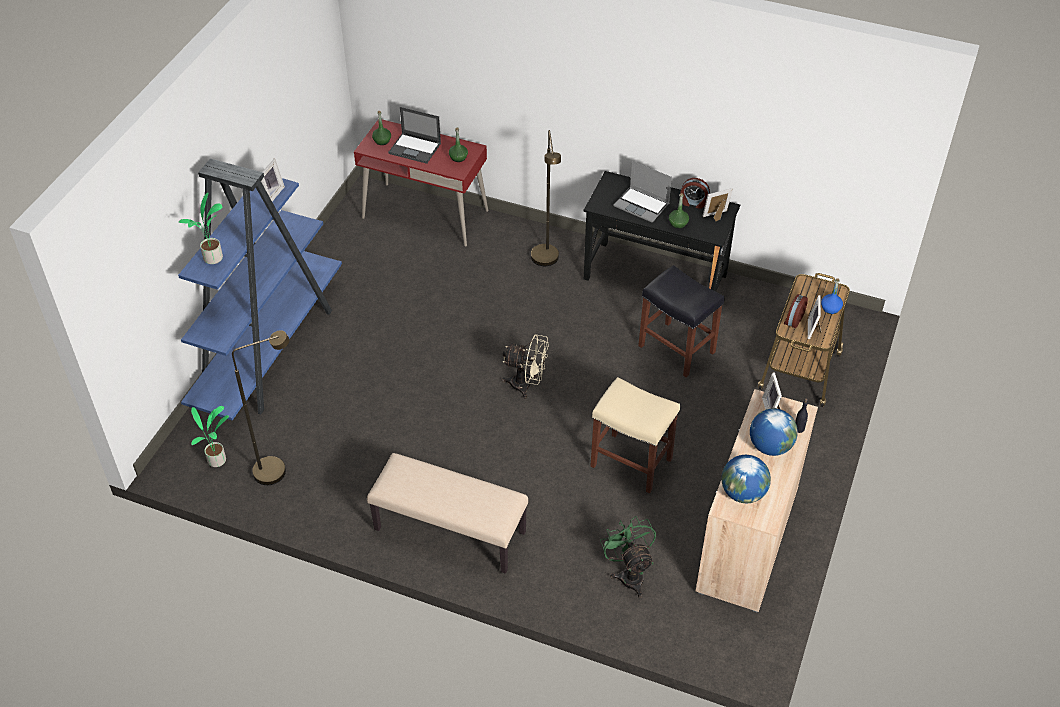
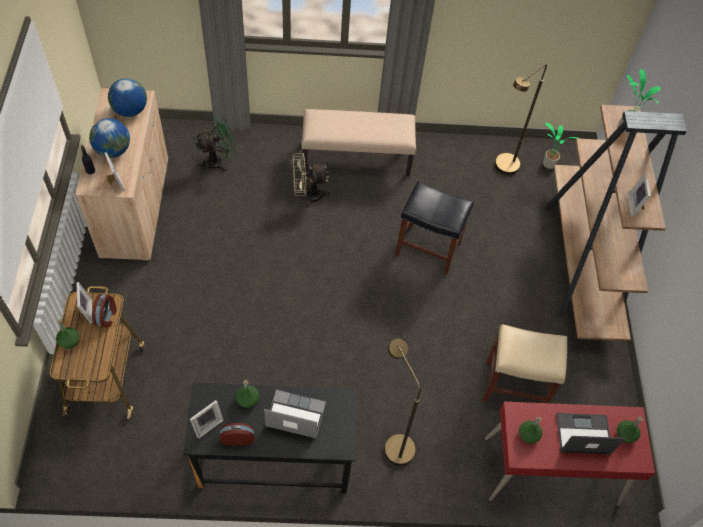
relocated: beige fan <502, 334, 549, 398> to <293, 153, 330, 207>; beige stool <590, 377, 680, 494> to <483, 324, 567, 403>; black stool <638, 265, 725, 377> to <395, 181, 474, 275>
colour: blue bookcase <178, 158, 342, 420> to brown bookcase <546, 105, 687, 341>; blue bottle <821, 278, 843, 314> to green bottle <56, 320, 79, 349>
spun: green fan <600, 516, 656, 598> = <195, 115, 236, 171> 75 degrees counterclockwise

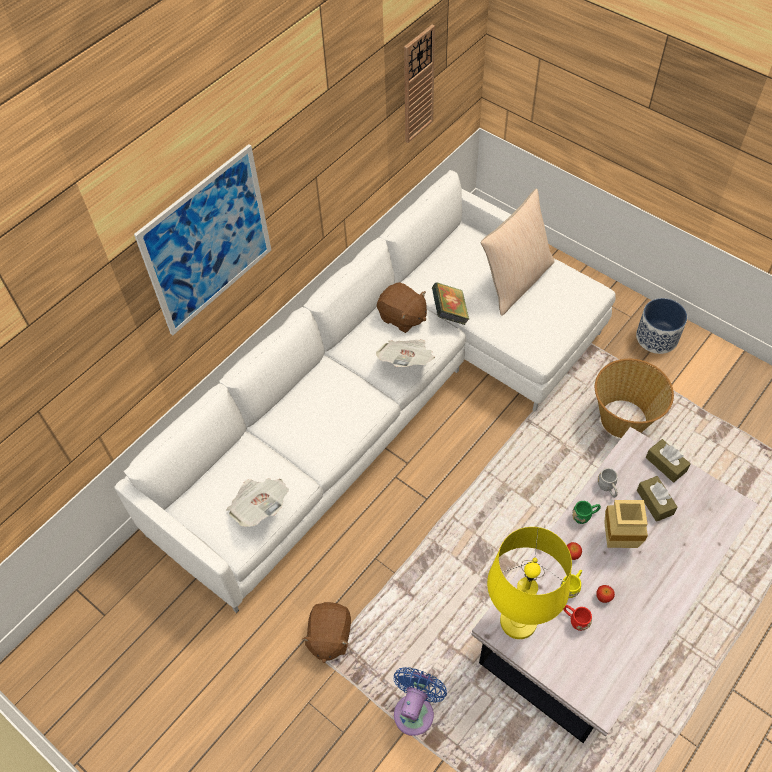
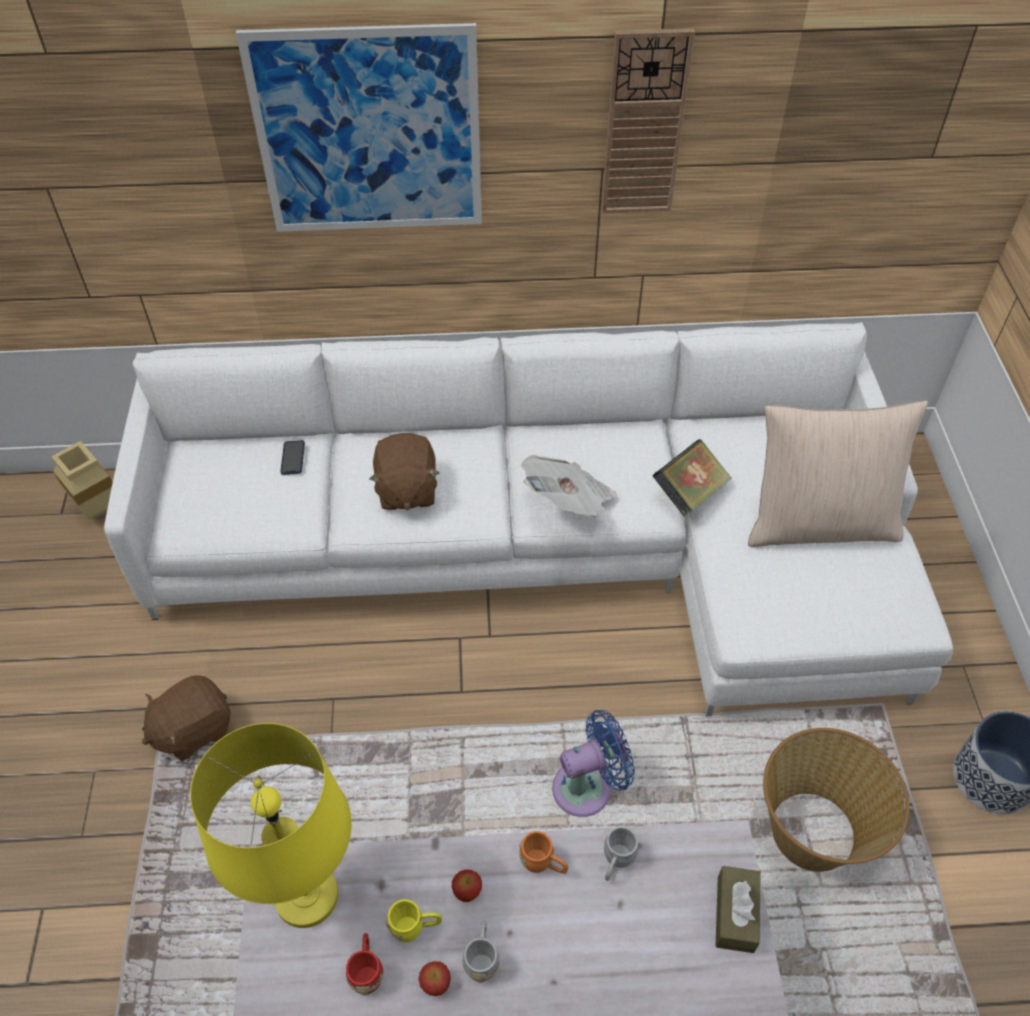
missing: newspaper <226, 478, 289, 527>; brown tissue box <637, 476, 678, 522>
appeared: phone <280, 440, 305, 475>; grey mug <462, 921, 499, 983>
relocated: brown plush toy <377, 282, 427, 333> to <370, 433, 440, 510>; blue fan <394, 667, 447, 736> to <552, 710, 635, 817>; wall clock <404, 24, 435, 143> to <602, 28, 695, 214>; beige vase <604, 500, 648, 548> to <51, 441, 113, 519>
colour: green mug <572, 501, 601, 524> to orange mug <519, 831, 568, 874>

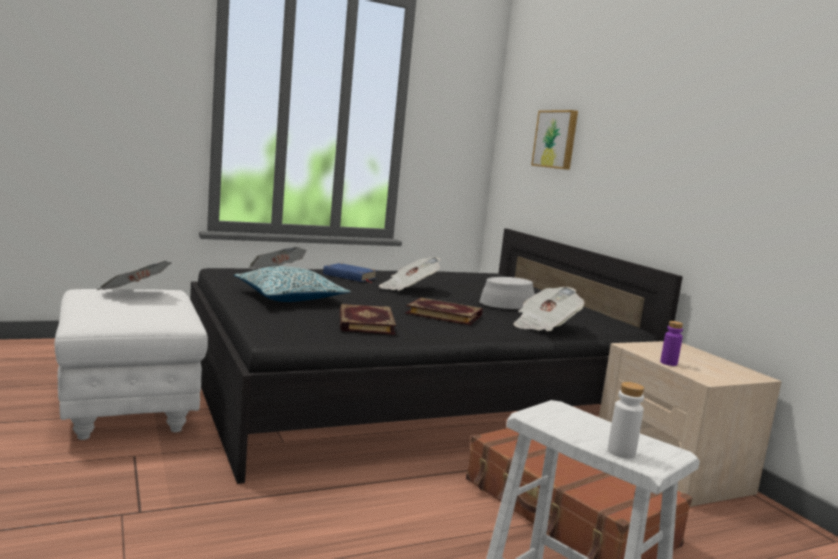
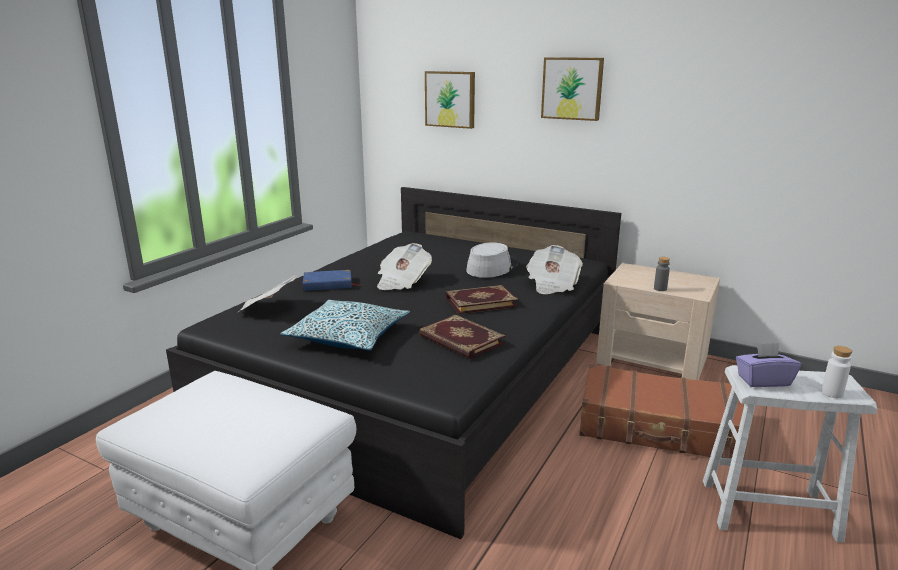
missing: newspaper <97, 261, 172, 290>
appeared: picture <541, 57, 604, 121>; purple tissue box <736, 343, 801, 387>
colour: purple bottle <660, 321, 683, 366> to grey bottle <654, 257, 670, 291>

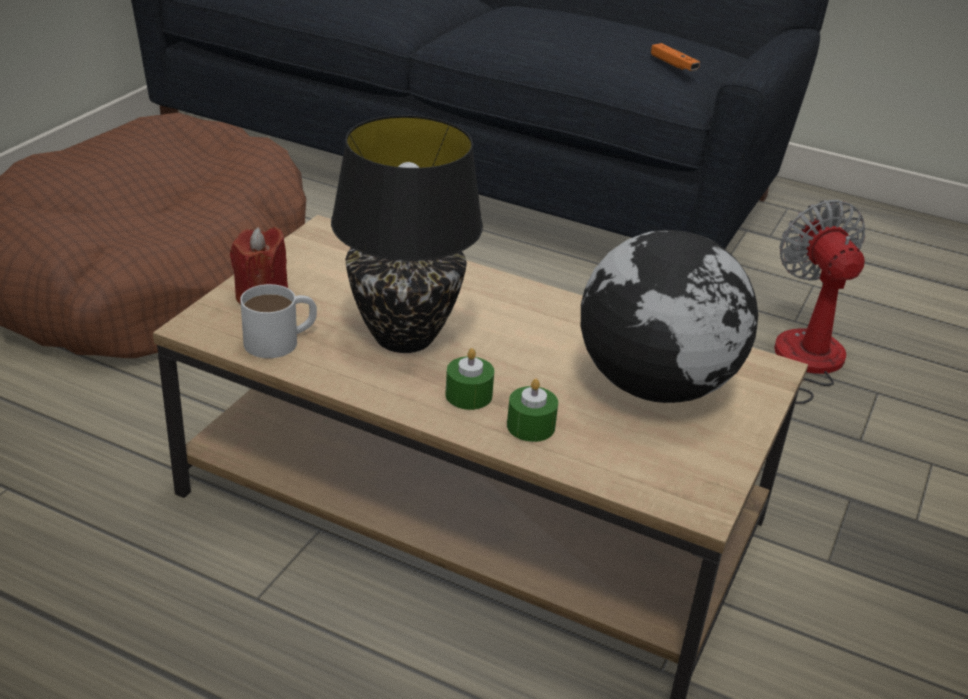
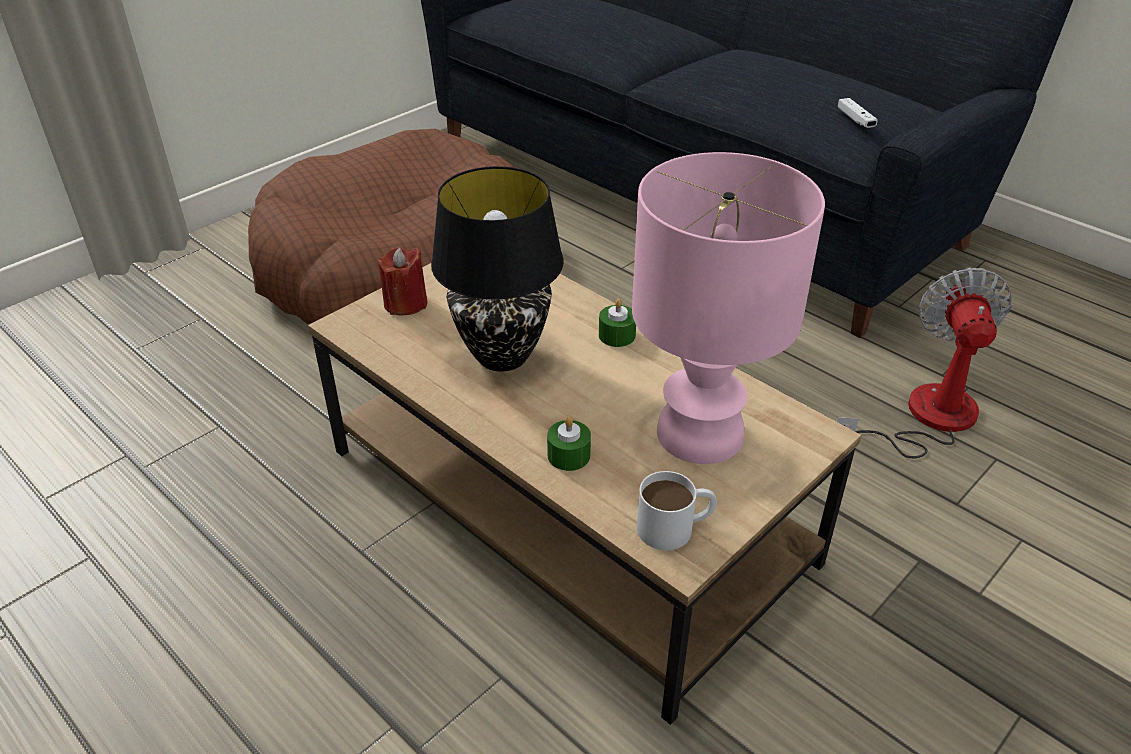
relocated: white mug <240, 284, 317, 358> to <637, 471, 717, 550>; green candle <445, 348, 494, 410> to <599, 299, 636, 347>
exchanged: globe <581, 230, 758, 403> to pink table lamp <632, 152, 825, 464>
colour: orange game controller <651, 43, 700, 71> to white game controller <838, 98, 878, 128>

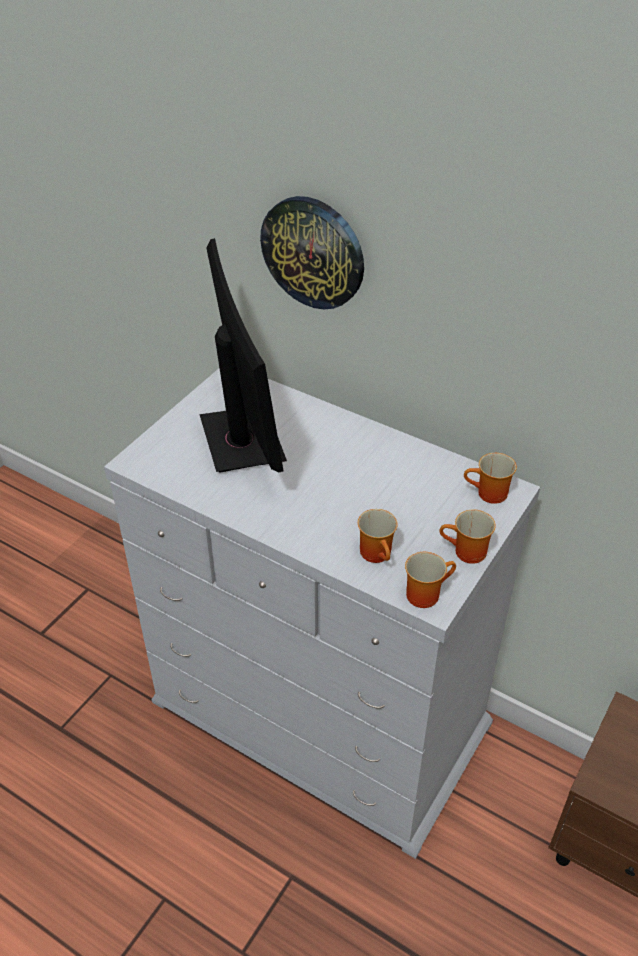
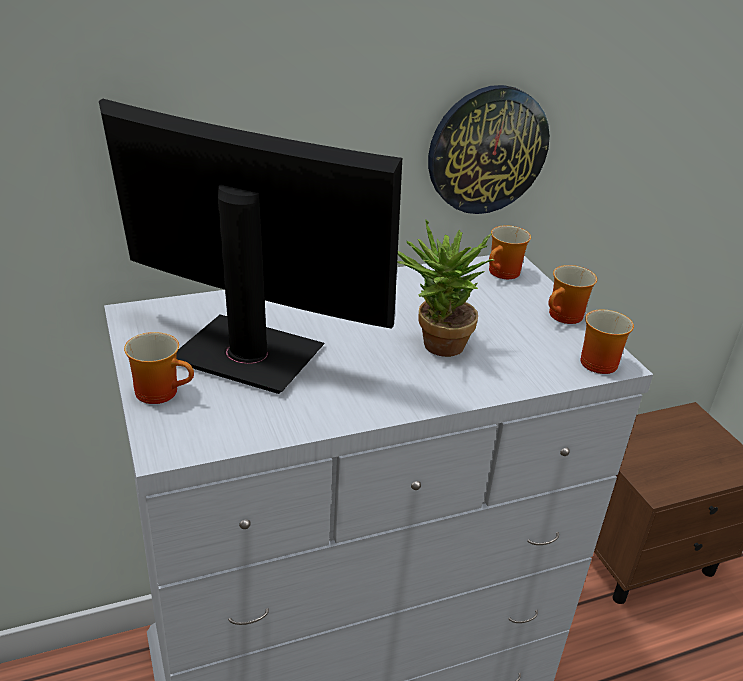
appeared: potted plant <397, 219, 494, 357>
relocated: wall clock <260, 196, 364, 309> to <428, 85, 550, 214>; mug <358, 509, 398, 563> to <124, 332, 194, 404>

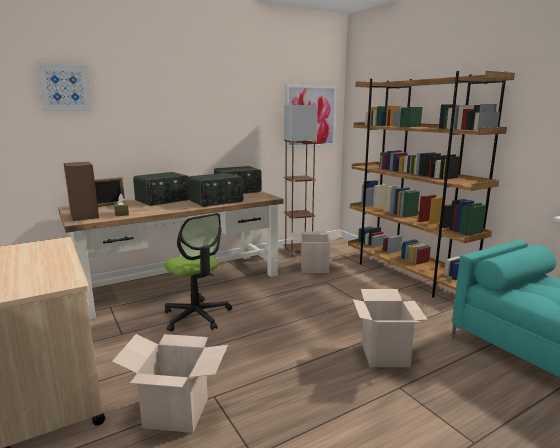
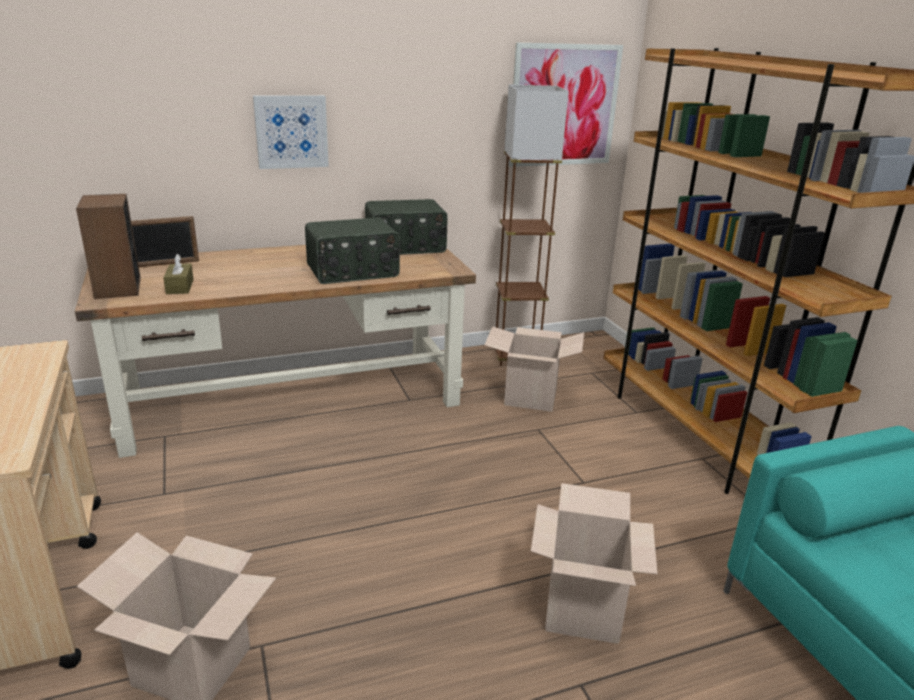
missing: radio <133, 172, 189, 206>; office chair <164, 213, 232, 332>
relocated: picture <36, 63, 92, 111> to <253, 95, 329, 169>

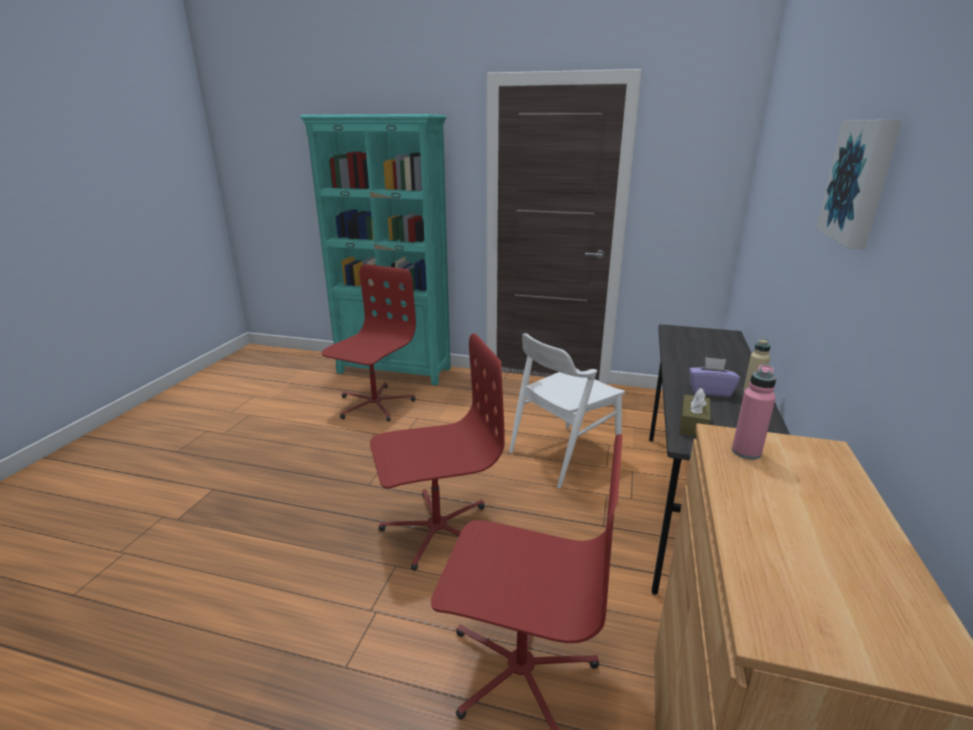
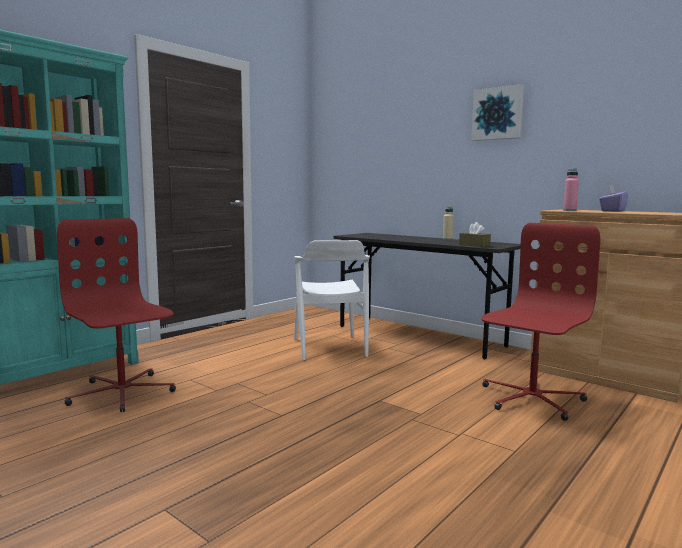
missing: red office chair <370, 333, 505, 571>
relocated: purple tissue box <689, 357, 740, 397> to <599, 186, 628, 212>

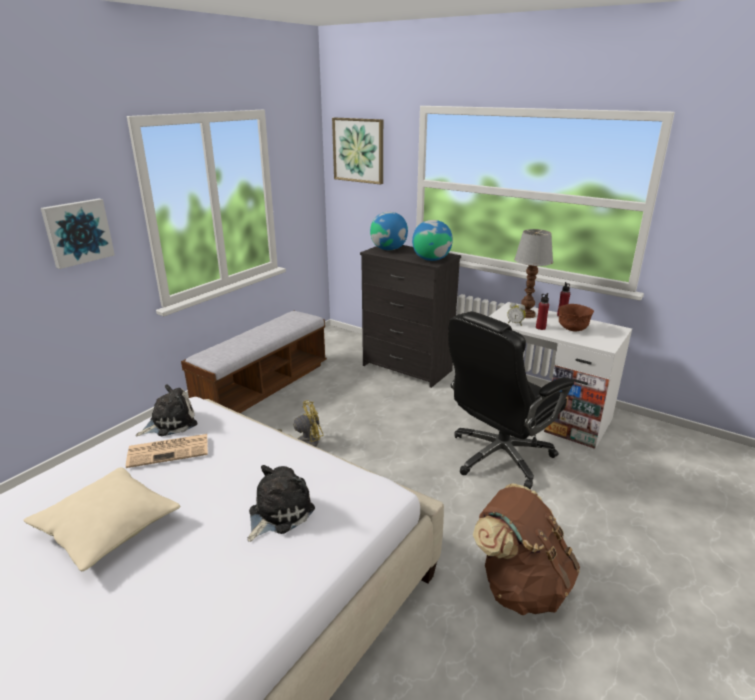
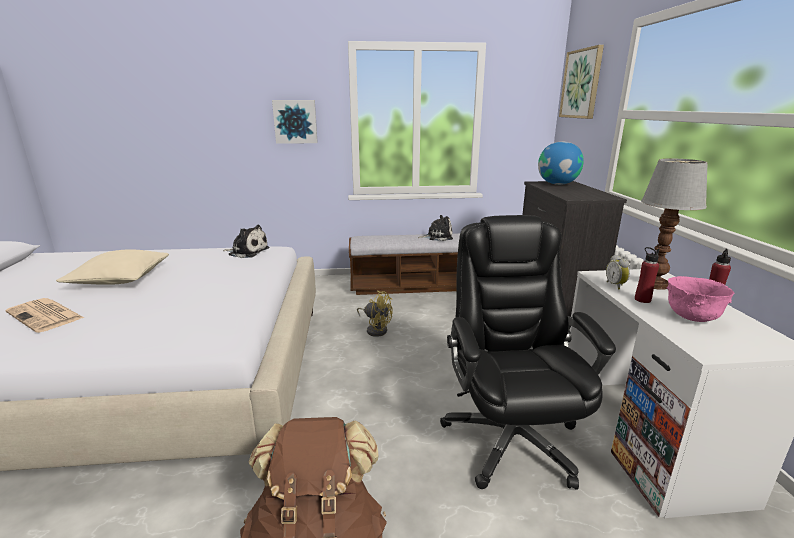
missing: globe <412, 220, 453, 261>
relocated: newspaper <126, 434, 208, 468> to <6, 298, 84, 333>; plush toy <247, 465, 315, 542> to <418, 215, 453, 241>
colour: brown bowl <559, 304, 594, 332> to pink bowl <666, 276, 734, 322>
spun: black office chair <448, 311, 574, 489> = <440, 215, 616, 490> 75 degrees clockwise

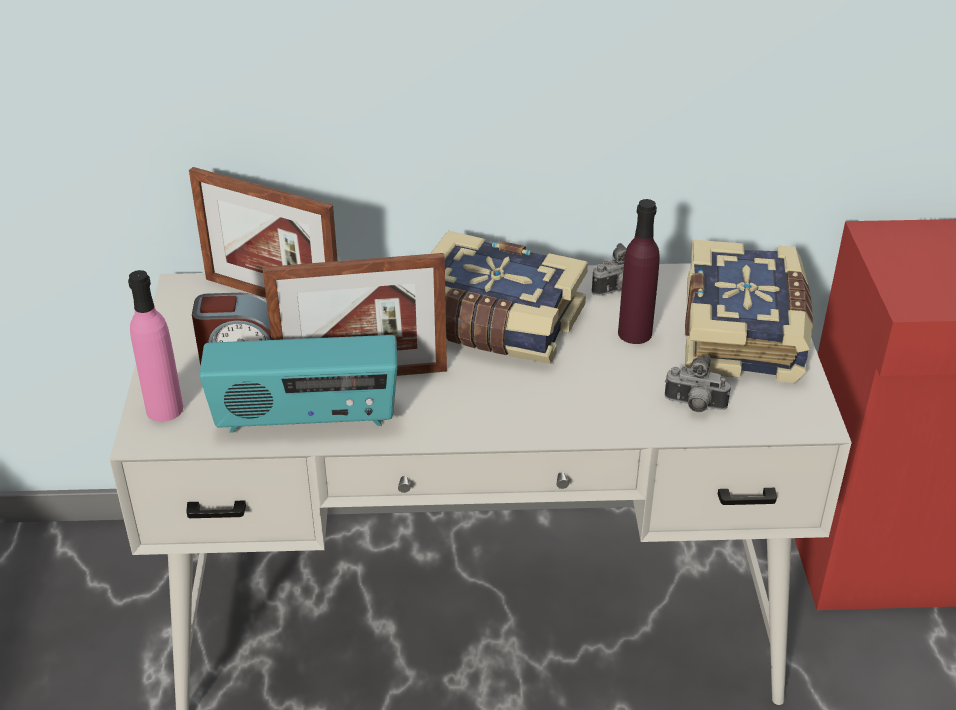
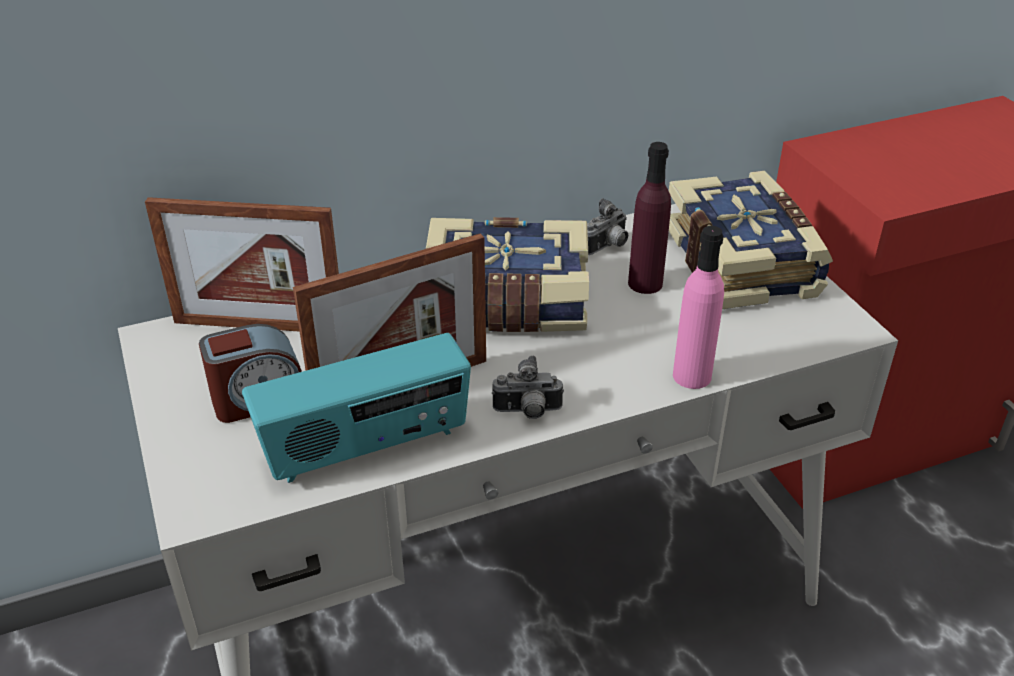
relocated: pink bottle <128, 270, 183, 422> to <673, 226, 724, 389>; photo camera <665, 355, 730, 412> to <492, 355, 564, 419>

